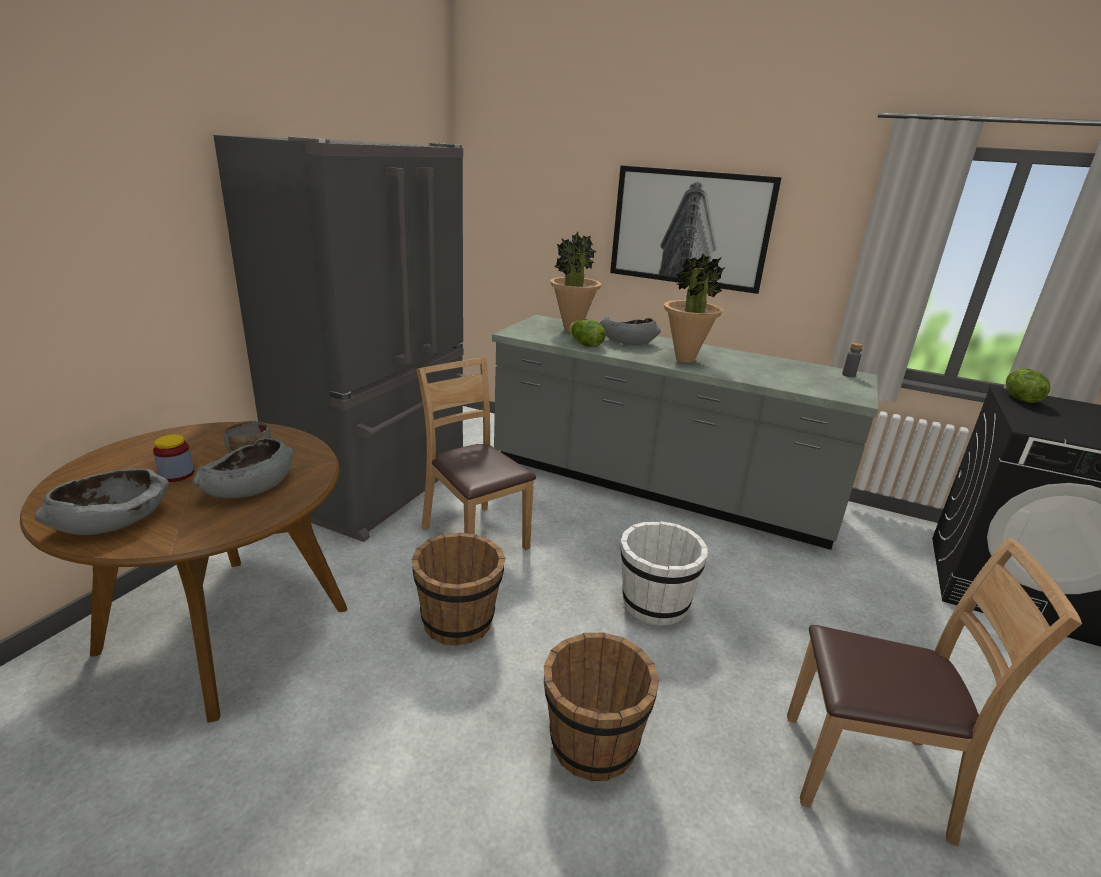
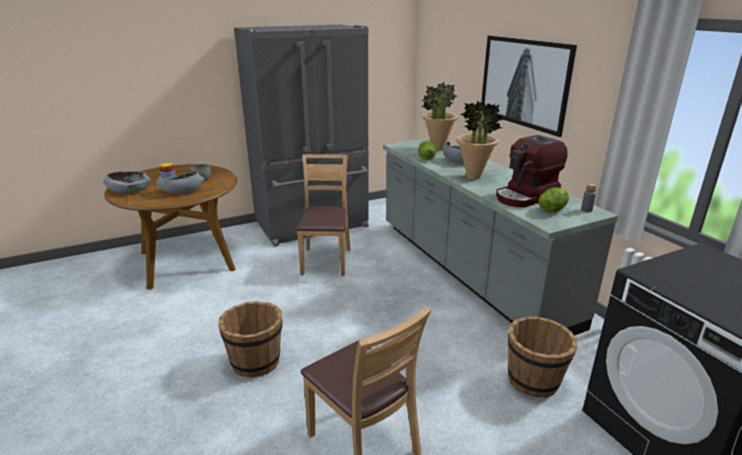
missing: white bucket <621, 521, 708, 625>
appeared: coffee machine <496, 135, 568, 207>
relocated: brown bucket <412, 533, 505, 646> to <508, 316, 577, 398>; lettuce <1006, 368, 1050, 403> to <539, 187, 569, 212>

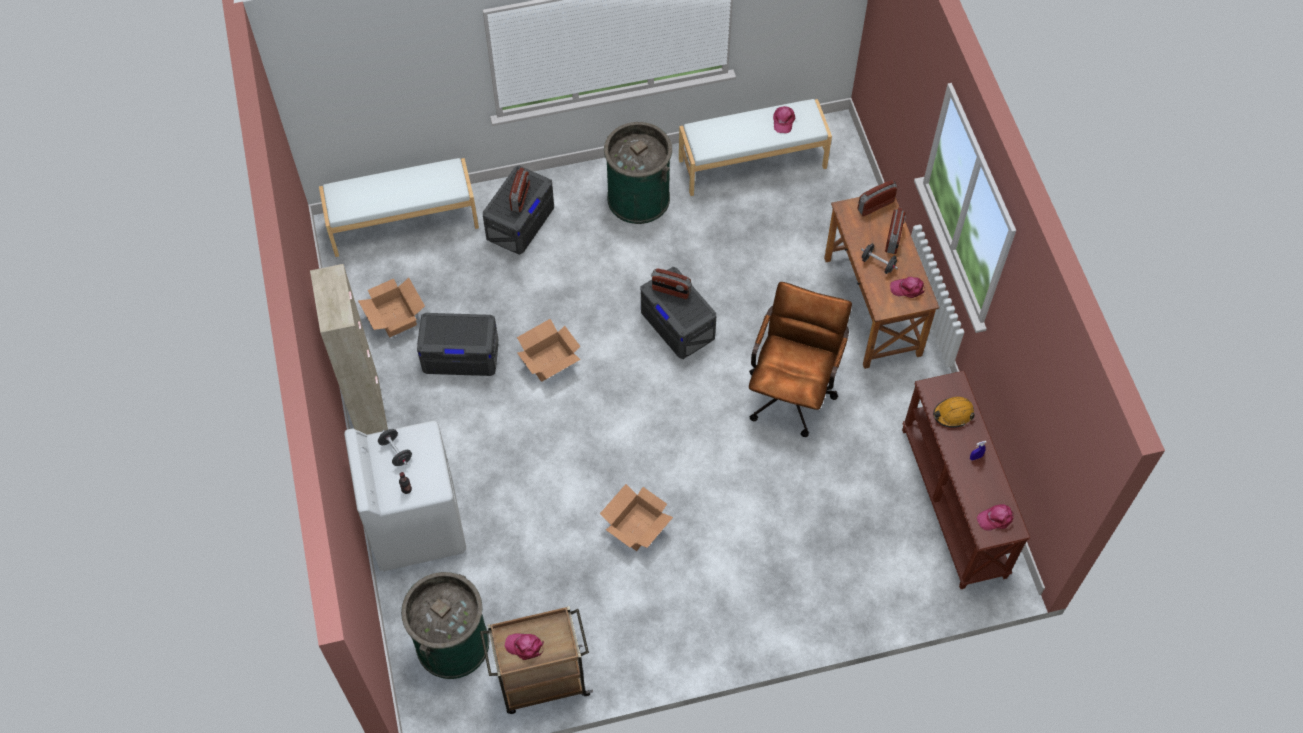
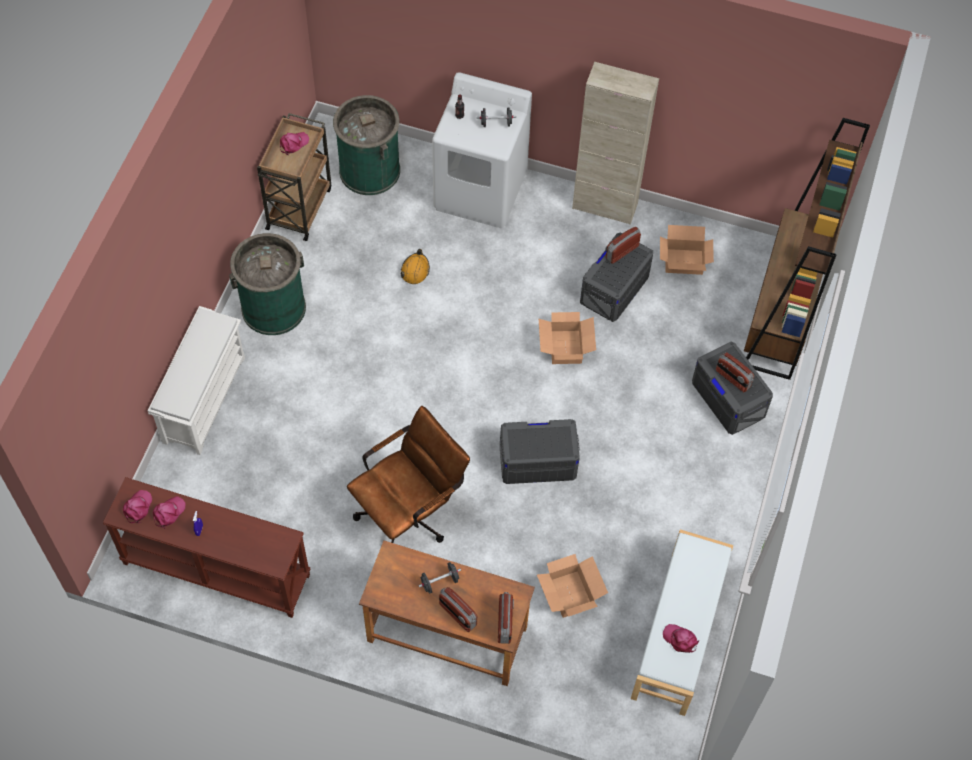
appeared: white shoe rack <148, 306, 245, 455>
relocated: cardboard box <600, 484, 673, 551> to <537, 554, 608, 618>; green trash can <604, 122, 672, 224> to <229, 233, 306, 335>; radio <651, 268, 692, 299> to <606, 227, 641, 264>; pink cap <890, 277, 925, 298> to <153, 496, 185, 529>; orange hard hat <933, 397, 975, 428> to <400, 249, 430, 284>
exchanged: white bench <319, 158, 479, 257> to brown bookcase <744, 118, 870, 380>
spun: brown office chair <749, 282, 852, 437> = <347, 406, 470, 543> 90 degrees counterclockwise

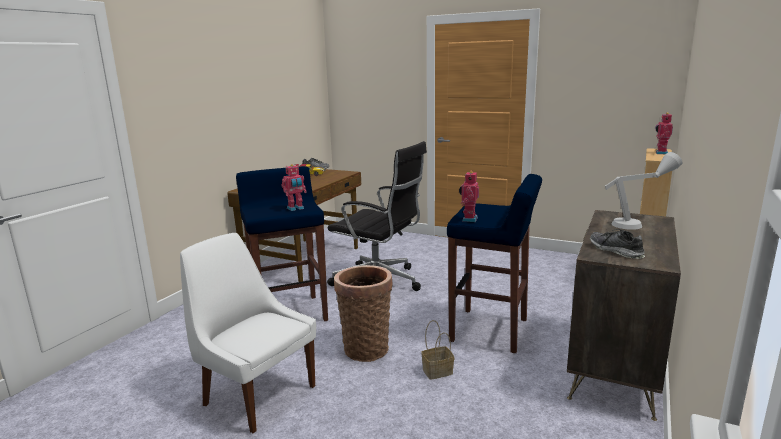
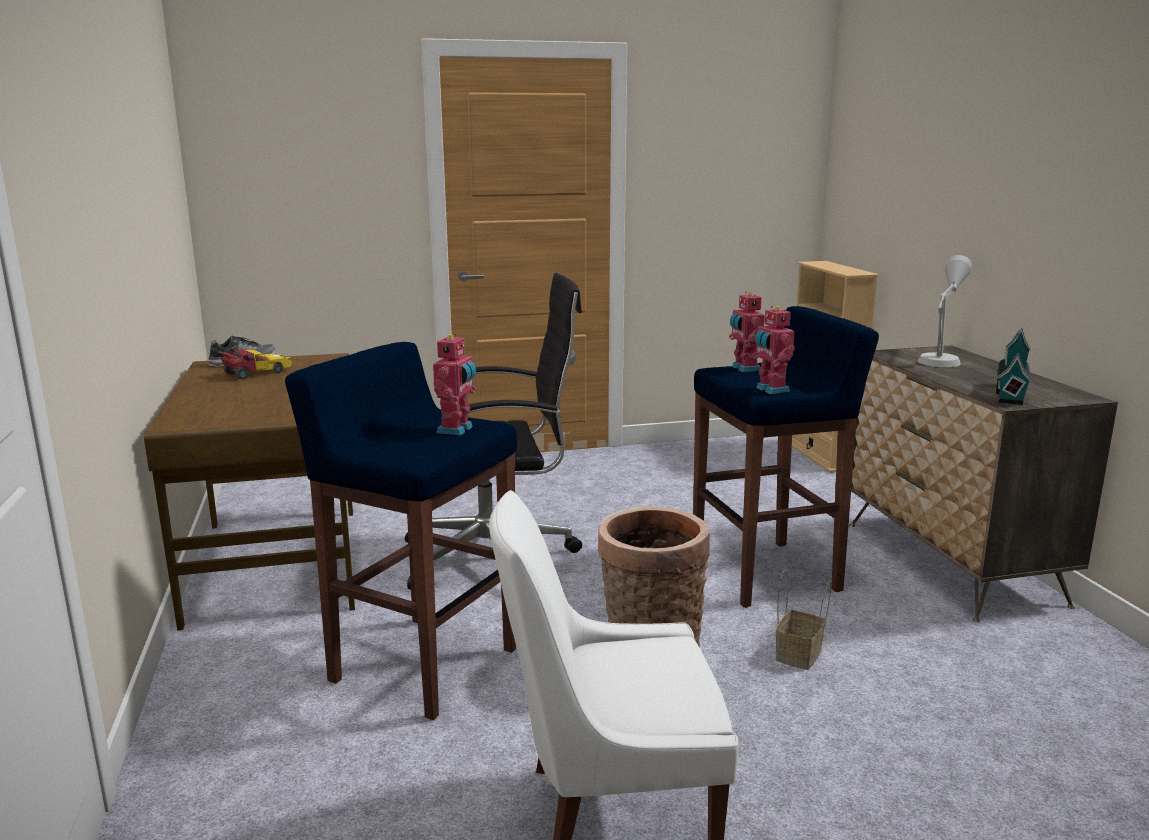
relocated: toy robot <655, 112, 673, 154> to <729, 292, 765, 372>
exchanged: shoe <590, 229, 645, 259> to toy house <996, 328, 1032, 405>

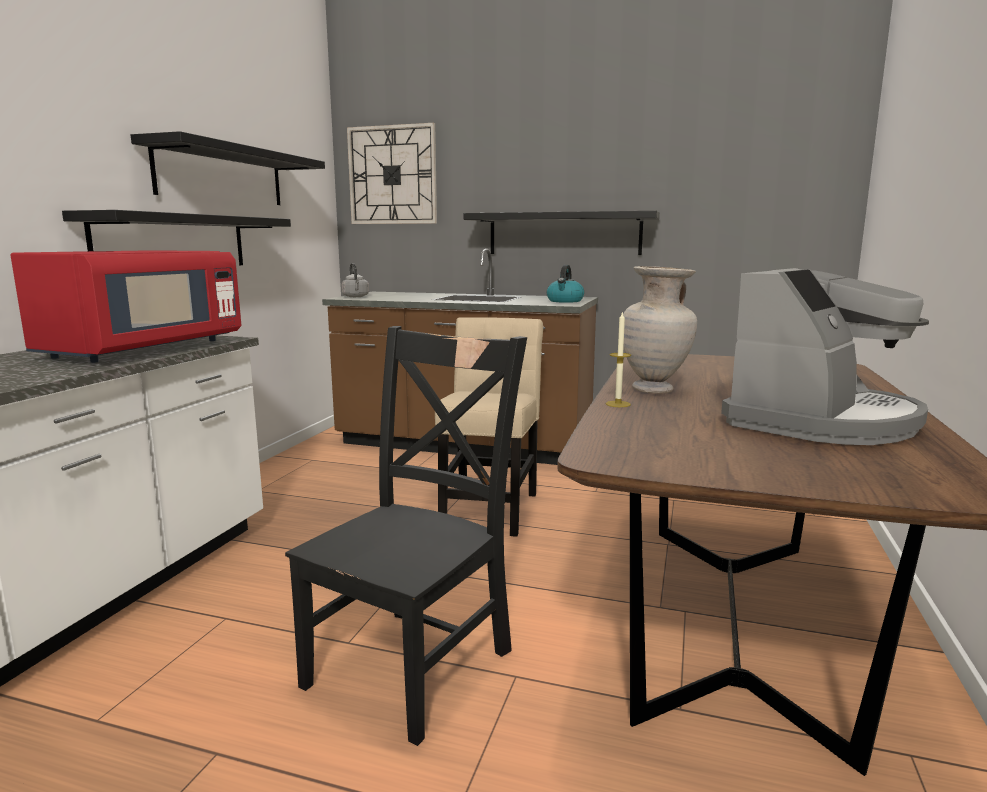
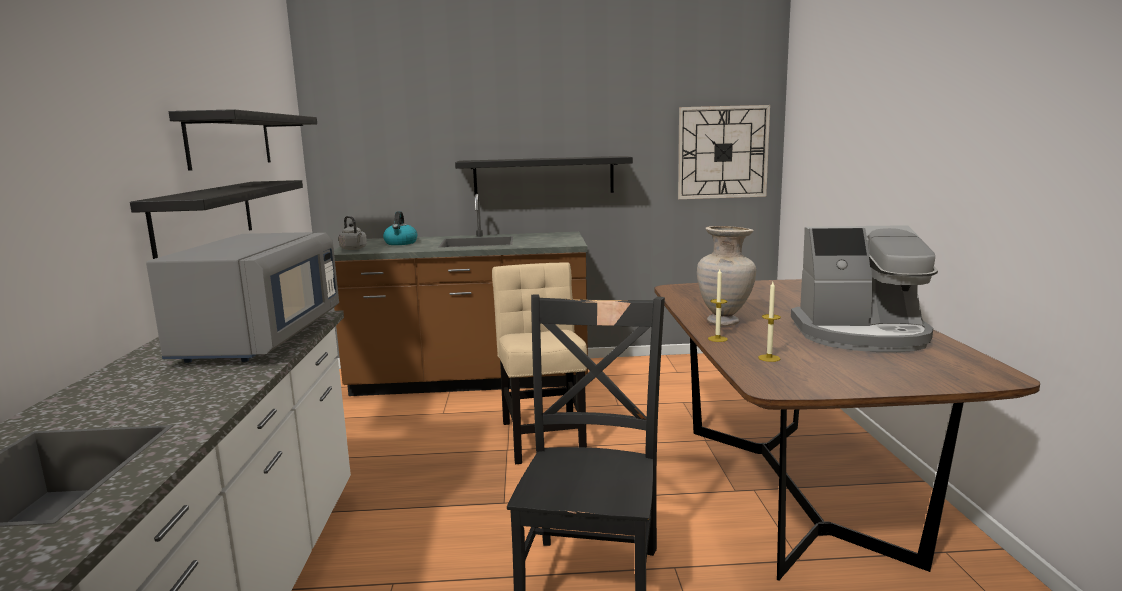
appeared: candle <758, 282, 781, 362>
relocated: wall clock <347, 123, 437, 224> to <678, 105, 770, 199>; kettle <547, 265, 584, 303> to <383, 211, 417, 245>
colour: red microwave <10, 251, 242, 363> to grey microwave <146, 232, 339, 363>
spun: coffee machine <721, 268, 929, 445> = <791, 225, 938, 352> 75 degrees clockwise

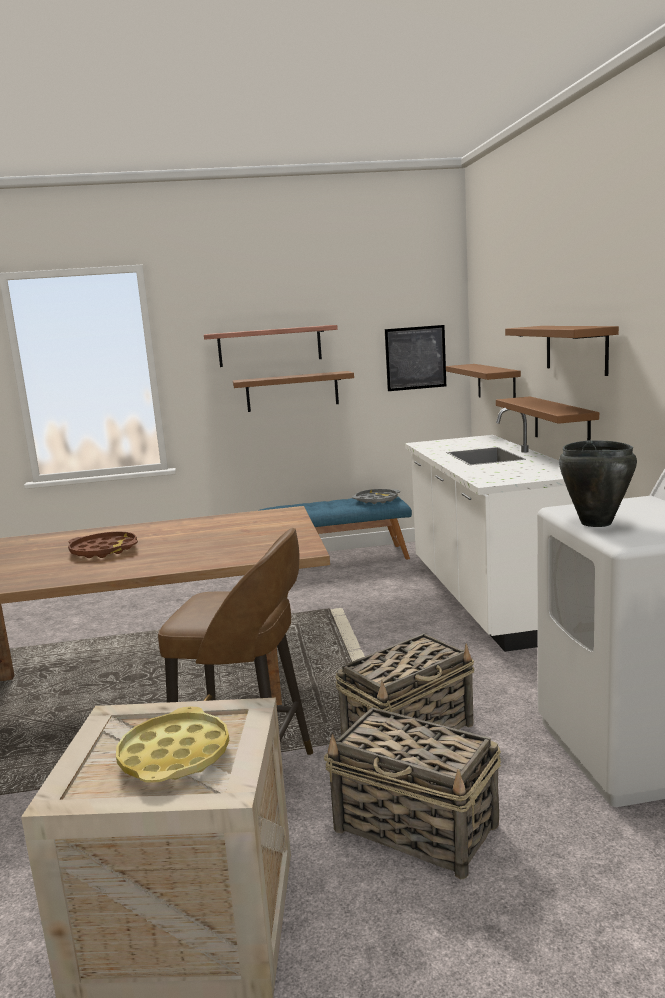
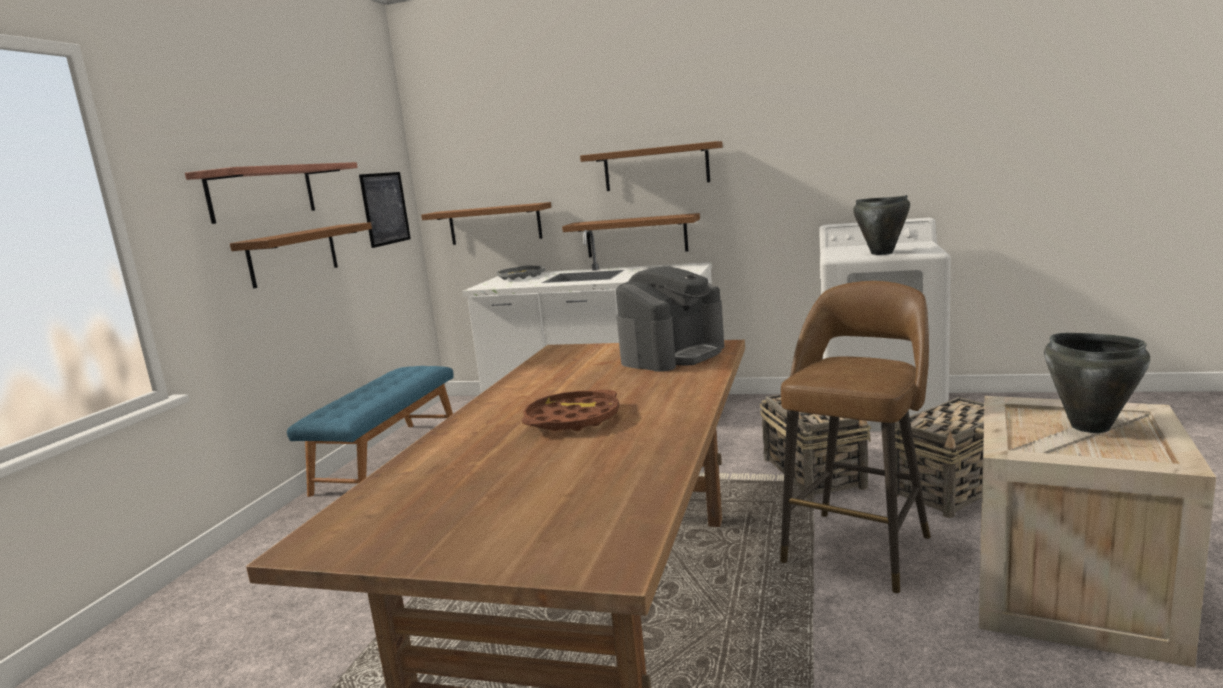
appeared: coffee machine <616, 266, 724, 372>
relocated: grey tray <352, 489, 400, 504> to <497, 265, 545, 280>
exchanged: yellow tray <116, 706, 229, 783> to black cooking pot <1044, 333, 1150, 433>

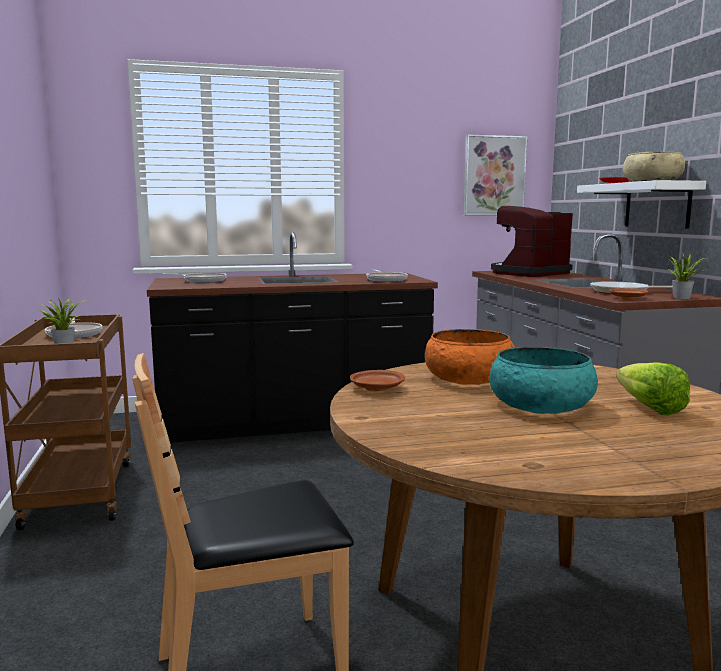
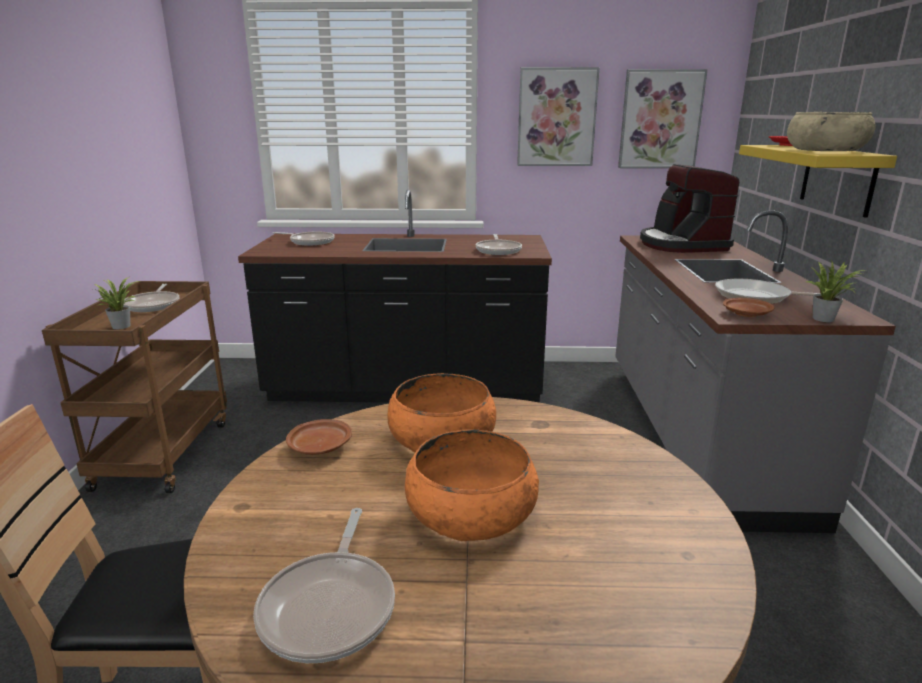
missing: lettuce <616, 362, 690, 416>
appeared: frying pan <253, 508, 395, 663>; picture <517, 67, 600, 166>
colour: turquoise bowl <489, 347, 598, 414> to orange bowl <405, 429, 539, 541>; white shelf <577, 180, 706, 229> to yellow shelf <739, 145, 897, 218>
spun: coffee machine <491, 206, 573, 277> = <640, 164, 739, 253> 75 degrees counterclockwise

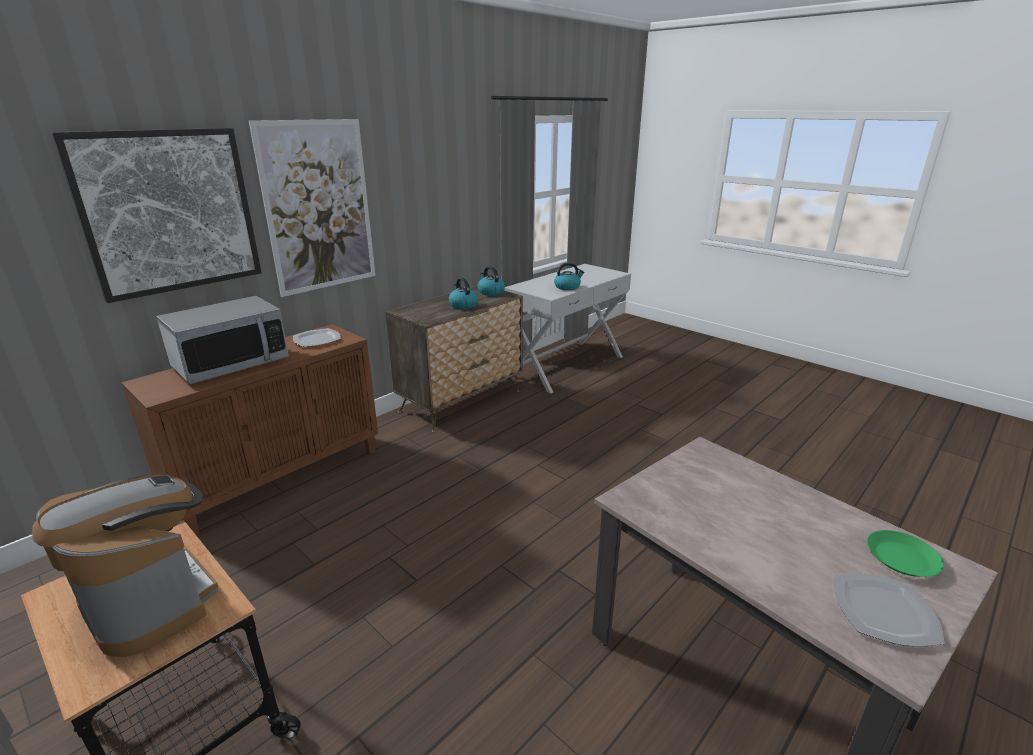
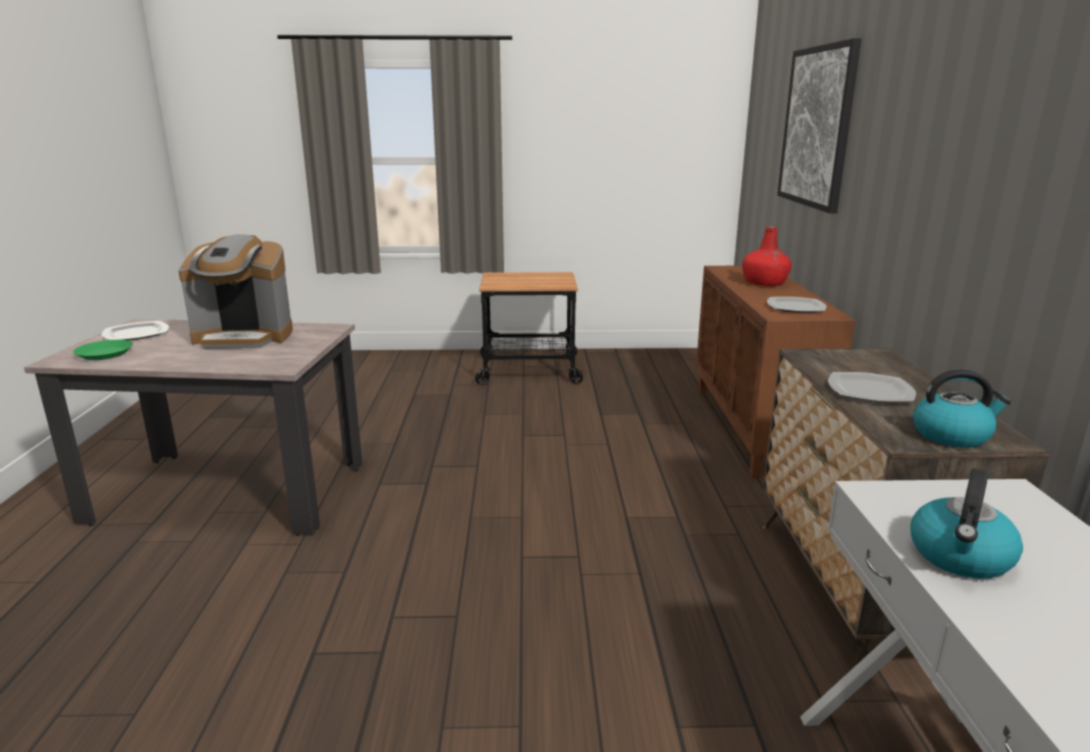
missing: picture <249, 119, 376, 297>
relocated: coffee machine <32, 475, 218, 657> to <178, 234, 293, 349>
exchanged: microwave <156, 296, 289, 384> to red bottle <742, 227, 792, 286>; kettle <449, 278, 478, 309> to plate <828, 372, 916, 402>

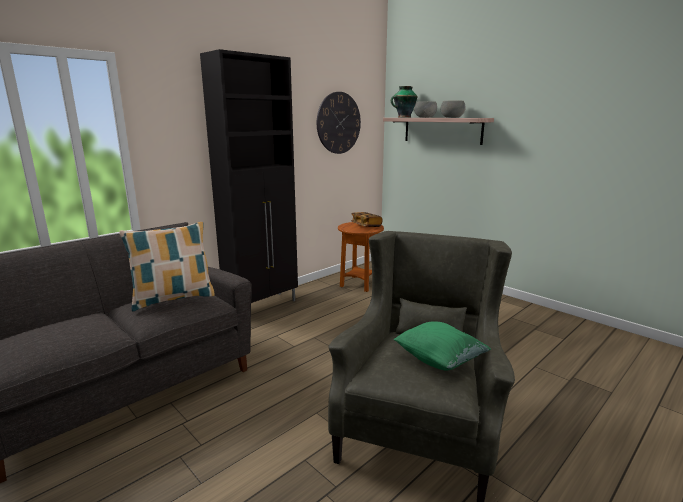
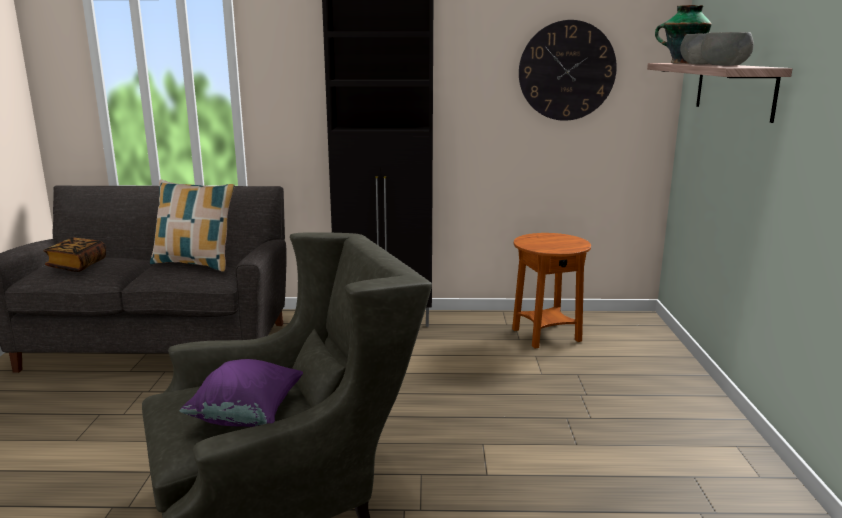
relocated: book <351, 212, 383, 227> to <43, 238, 106, 272>
colour: green pillow <394, 321, 491, 370> to purple pillow <180, 359, 303, 427>

